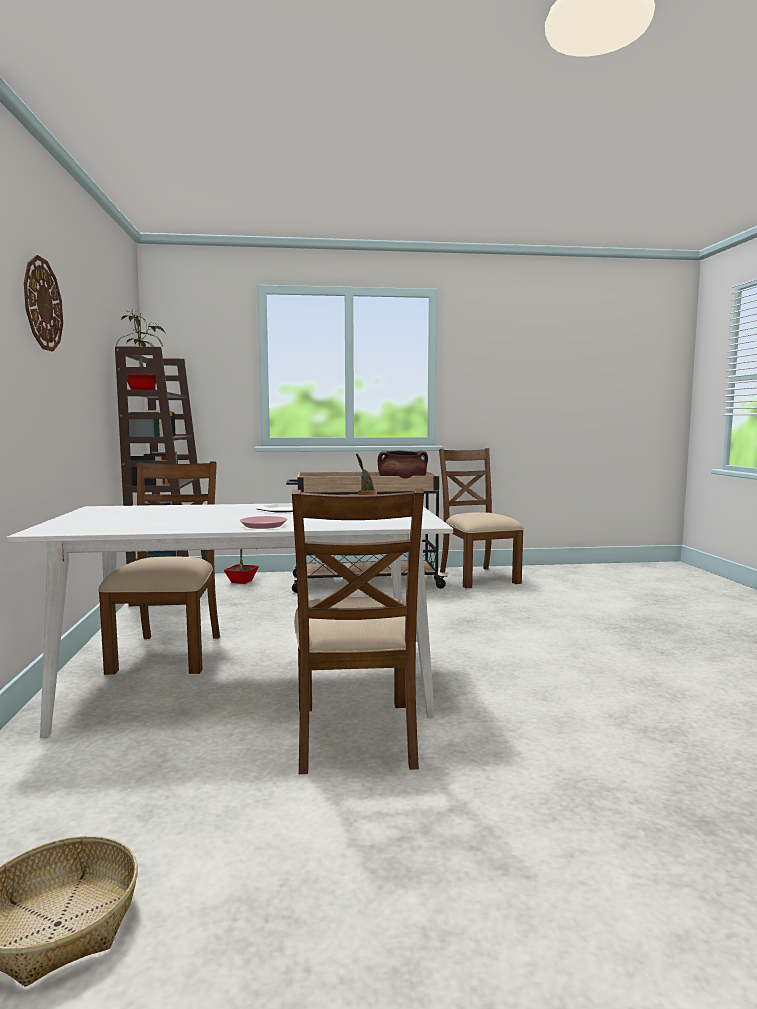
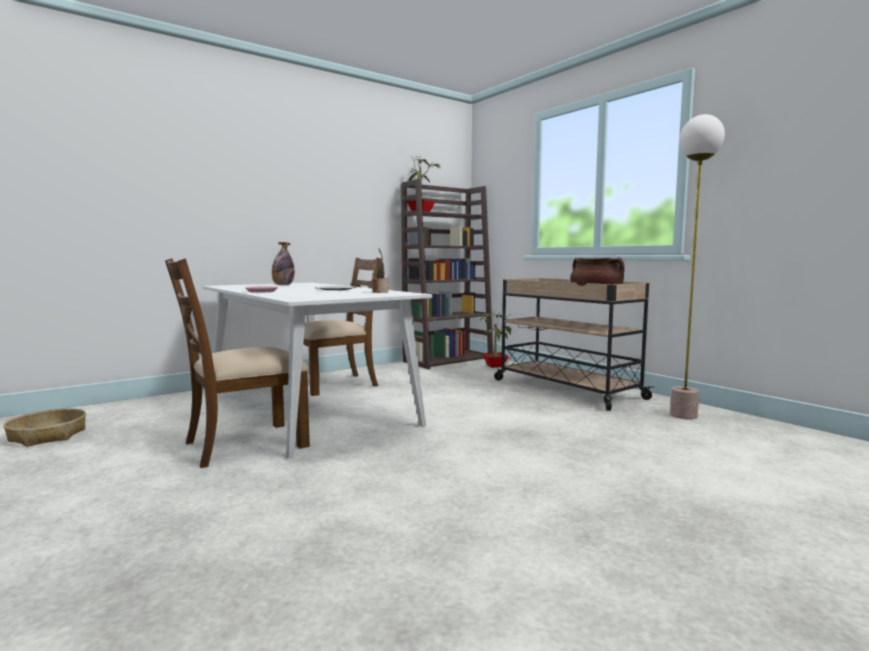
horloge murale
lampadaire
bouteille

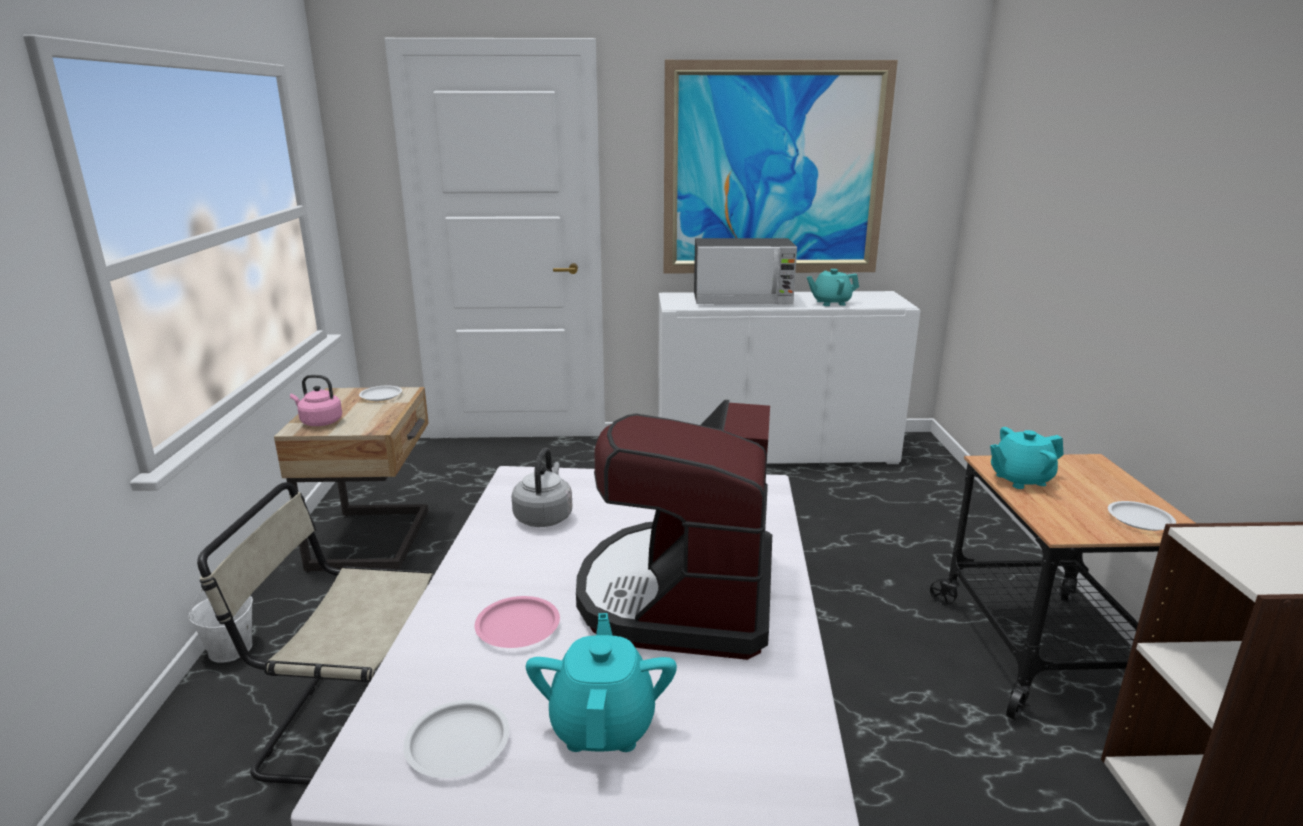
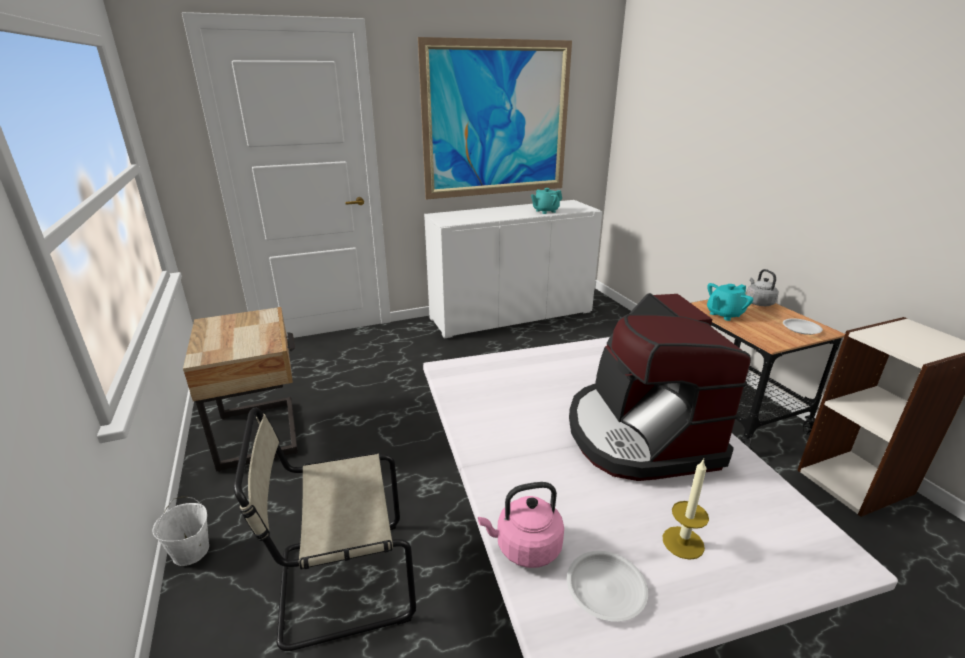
micro-ondes
bouilloire (rose)
assiette (blanc) (no. 1 from left in the first image)
bouilloire (gris)
assiette (rose)
bougie

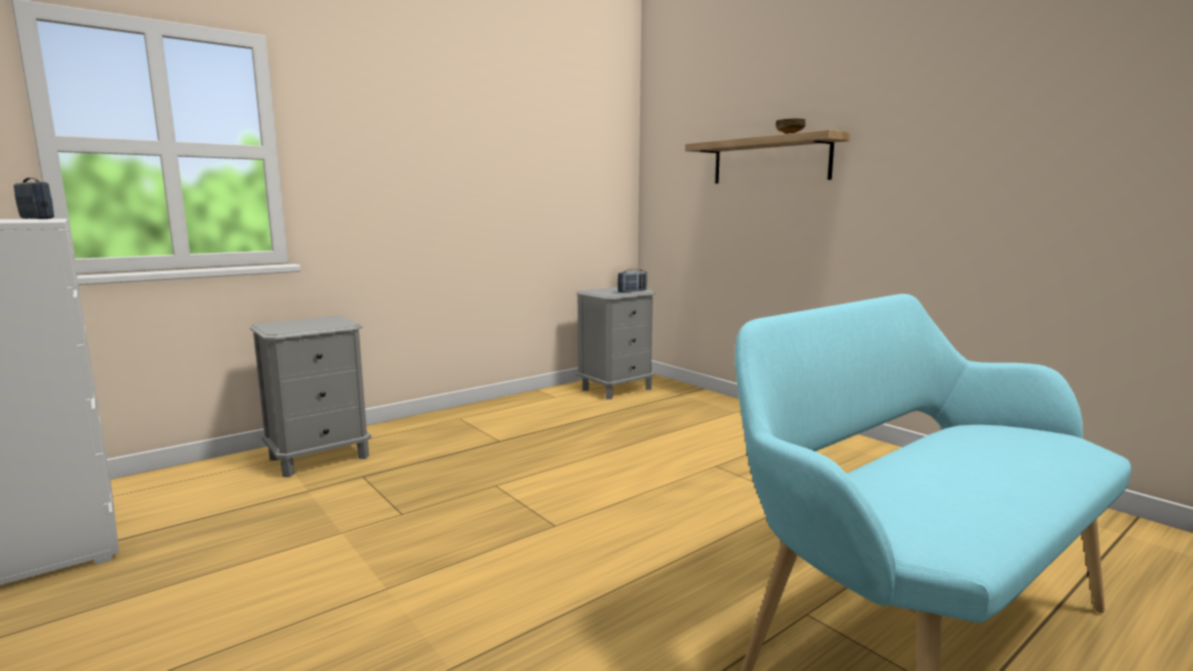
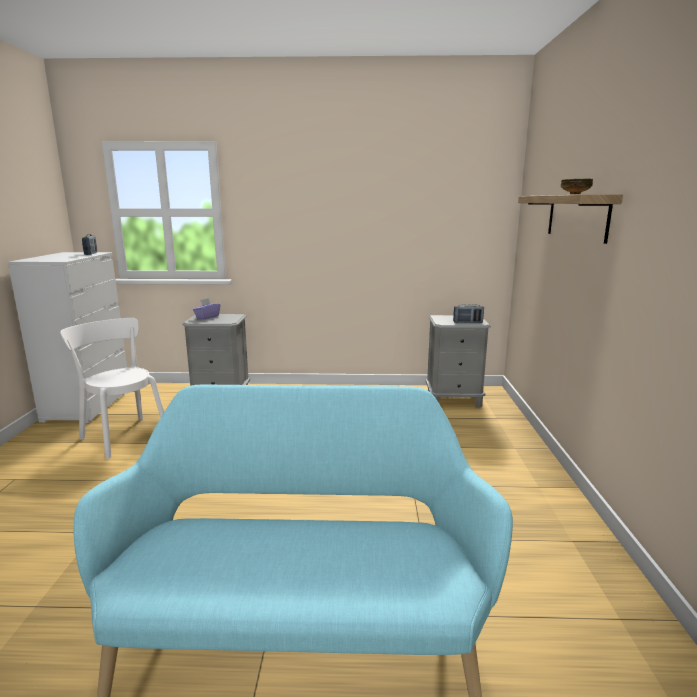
boîte à mouchoirs (violet)
chaise (blanc)

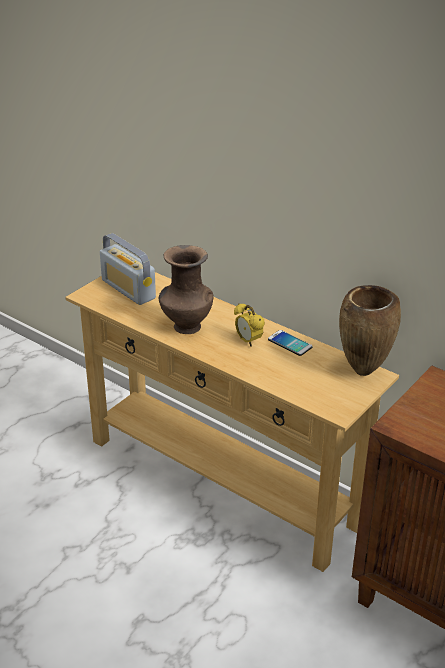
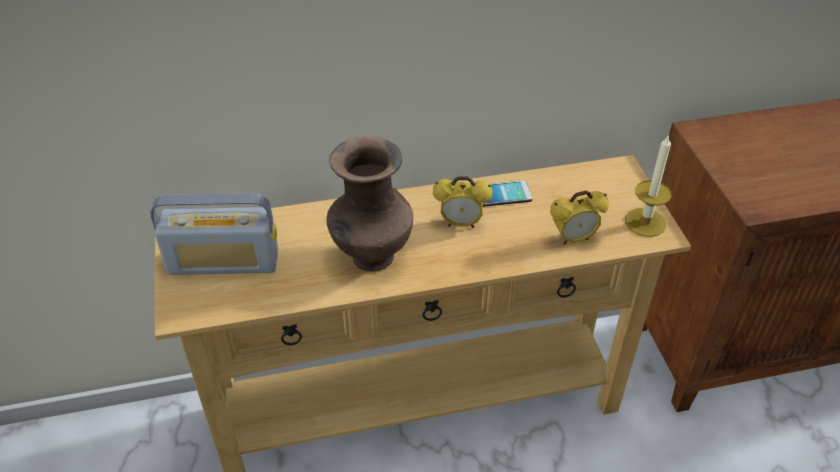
vase (marron) (no. 2 from left in the first image)
bougie
réveil (no. 2 from left)

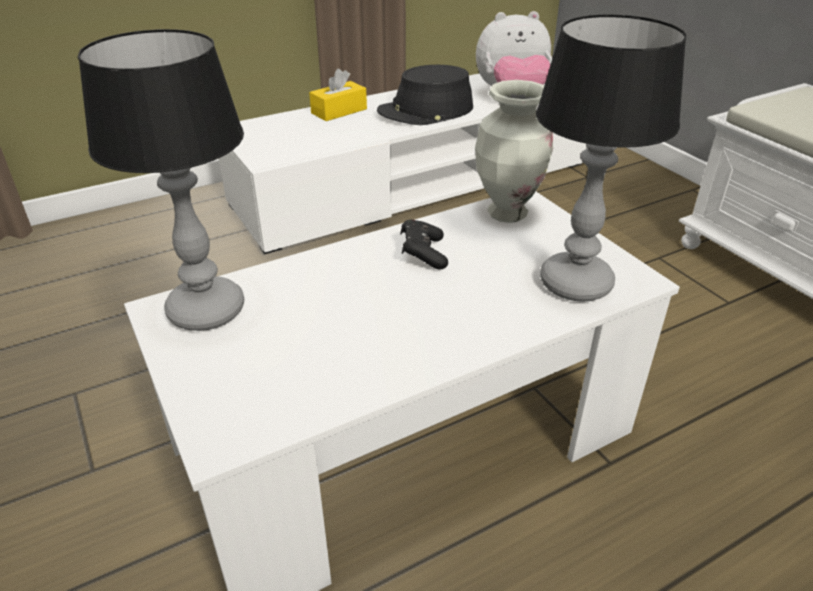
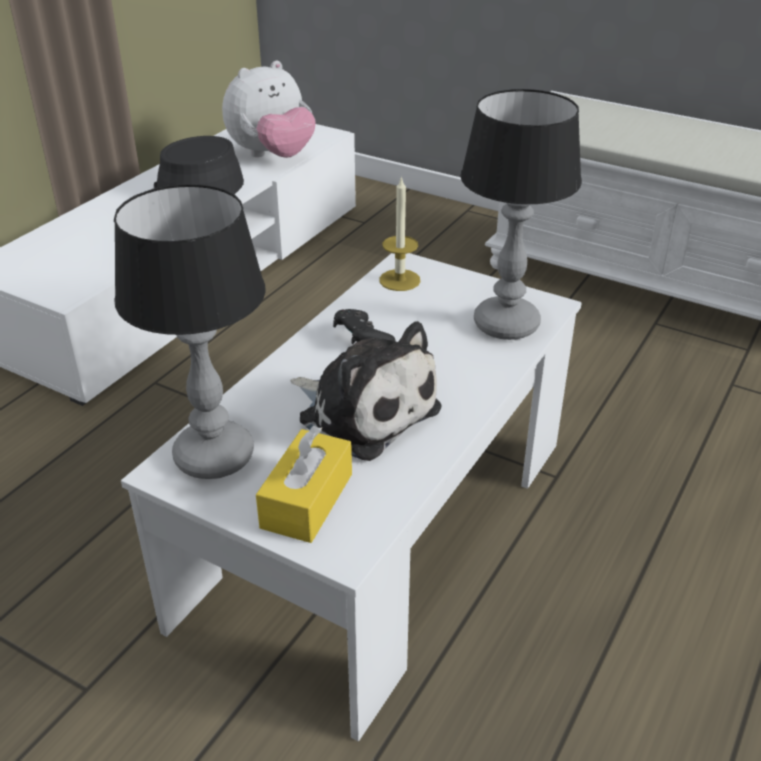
boîte à mouchoirs (jaune)
bougie
peluche (no. 2 from left)

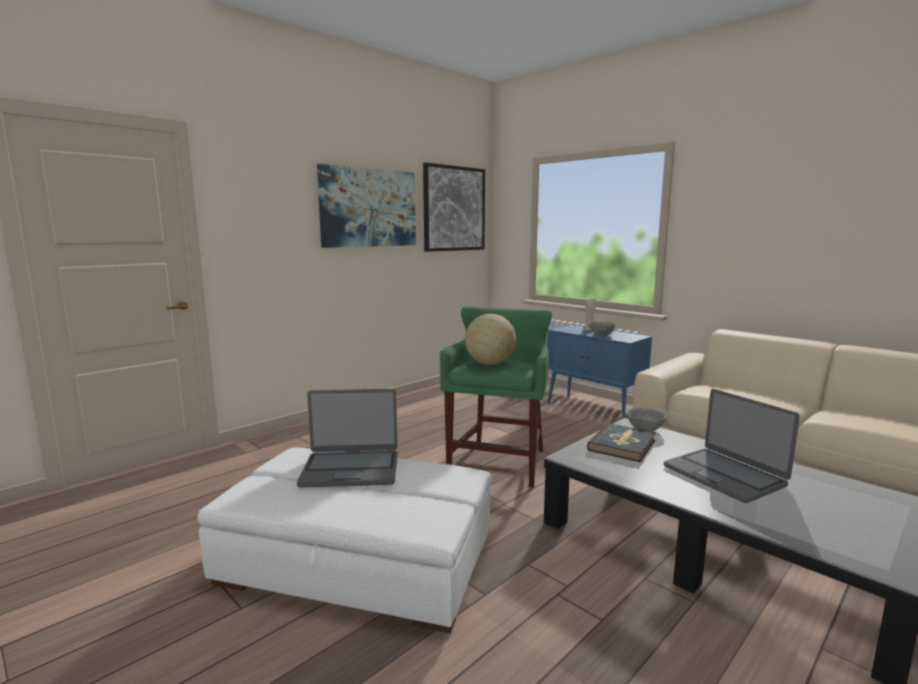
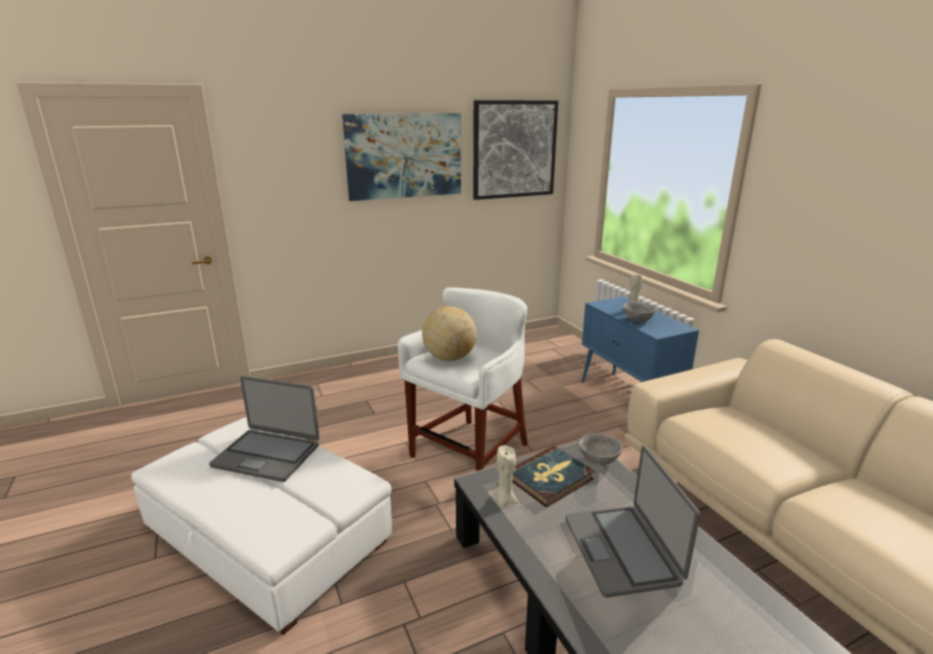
tabouret (blanc)
bougie (beige) (no. 1 from left)

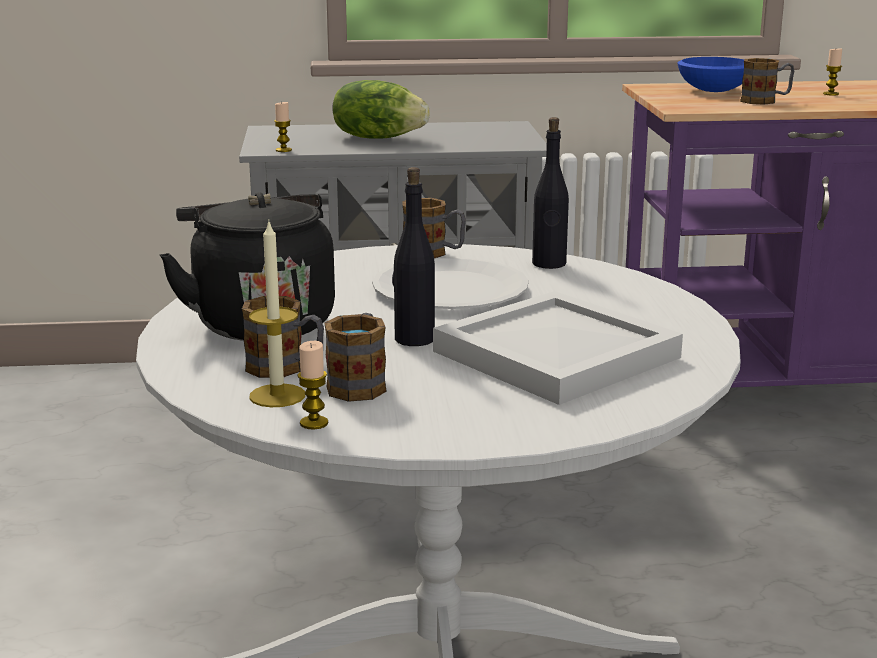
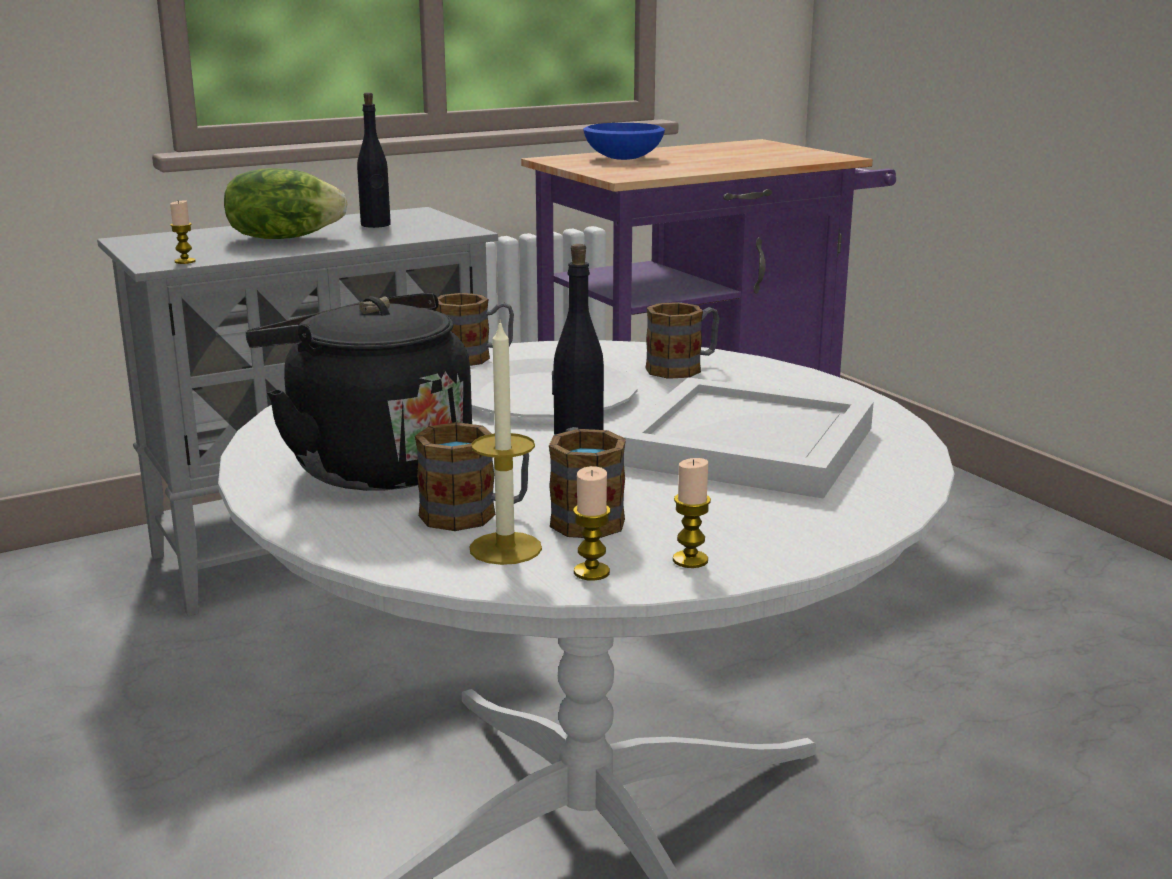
bougie (no. 4 from left)
mug (no. 4 from left)
bouteille (noir) (no. 1 from left)

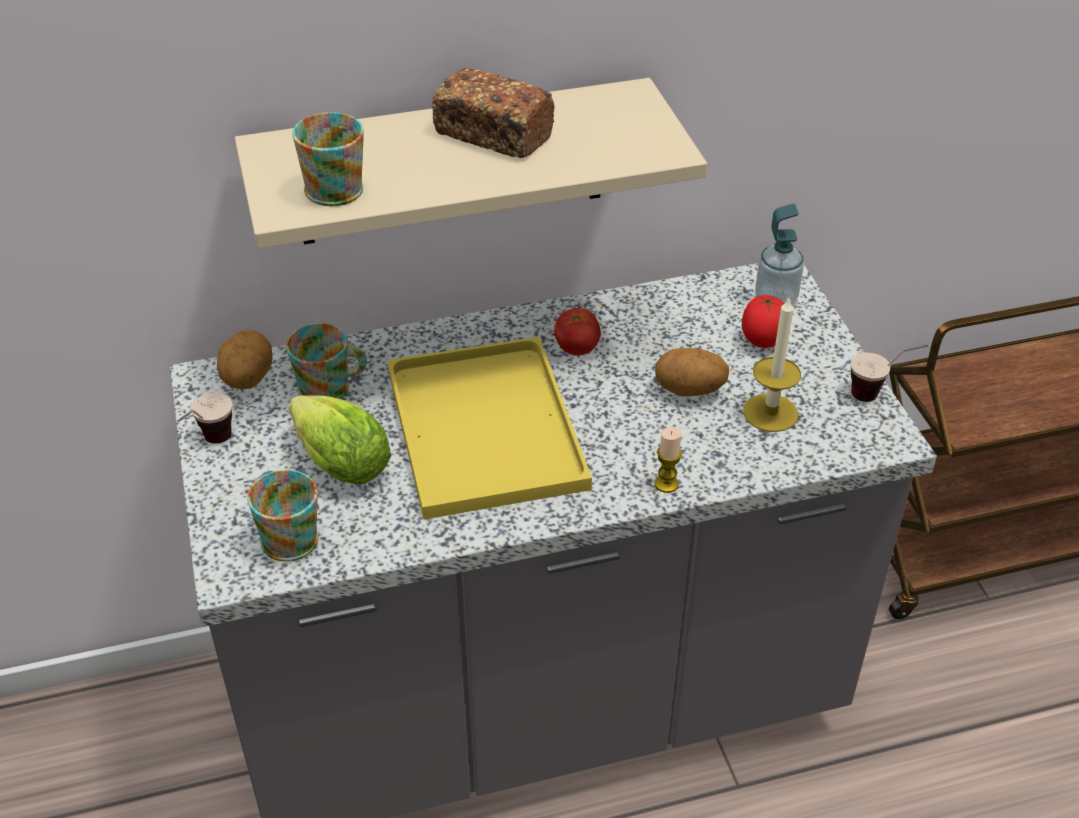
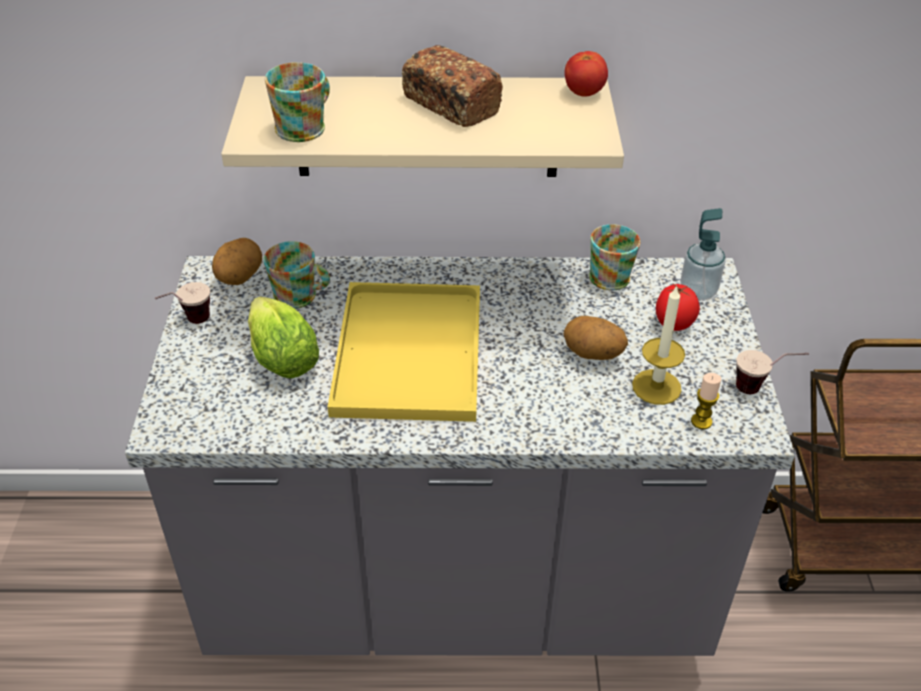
tomate (no. 1 from left)
bougie (no. 2 from left)
mug (no. 3 from left)

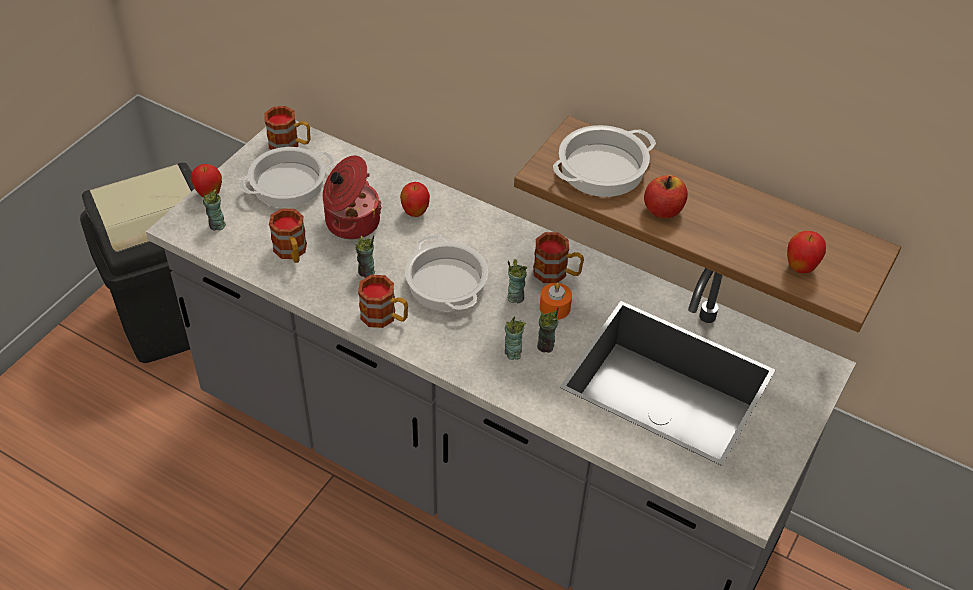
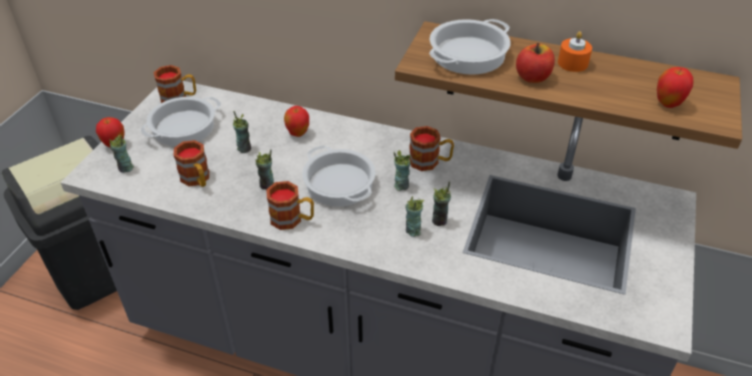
tasse (no. 2 from left)
bougie (orange)

